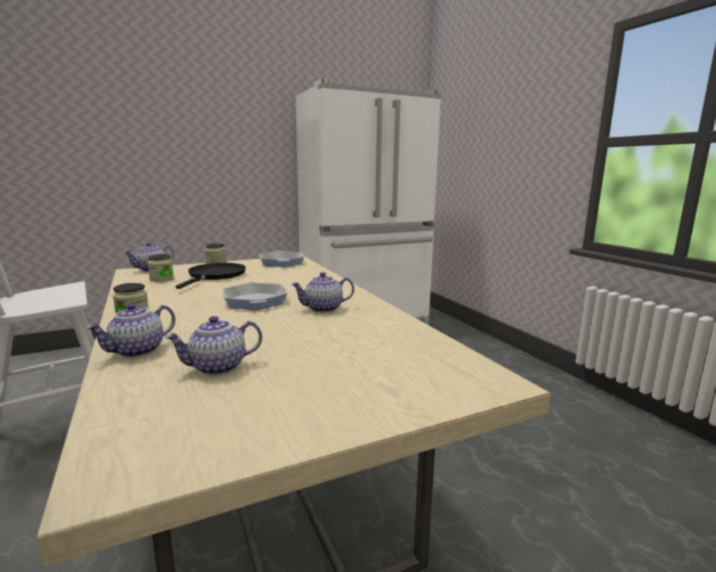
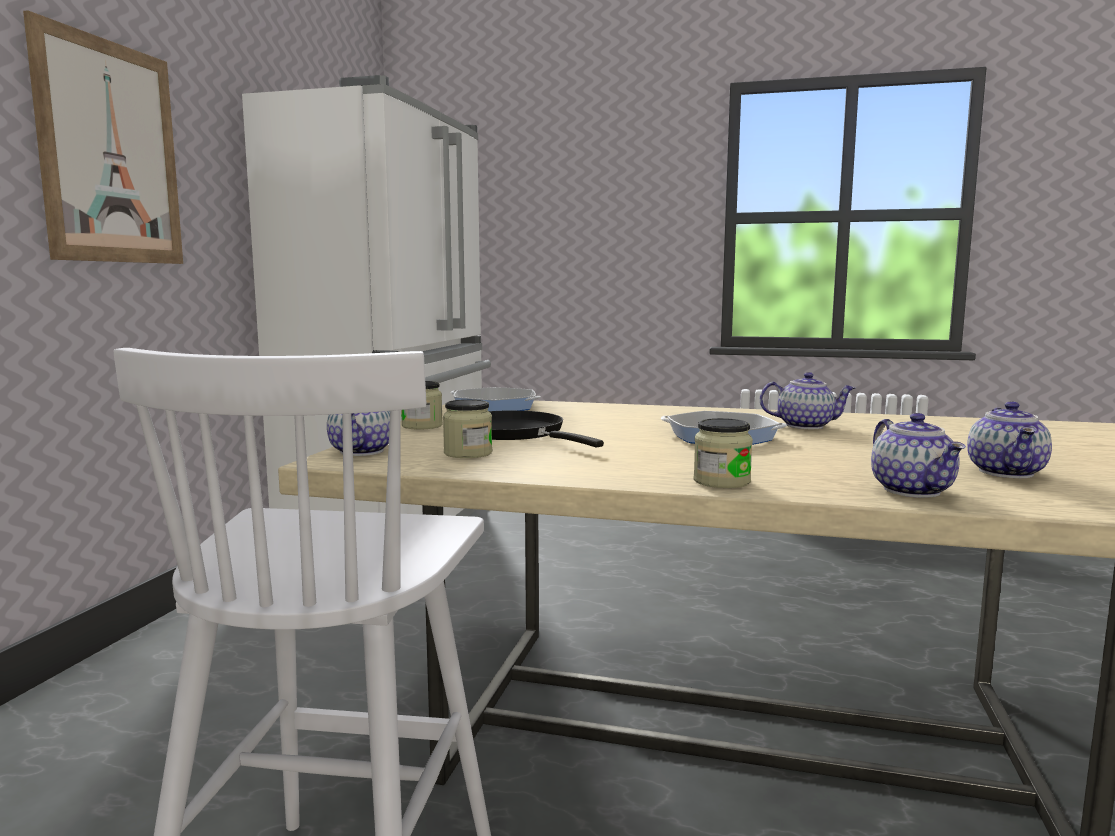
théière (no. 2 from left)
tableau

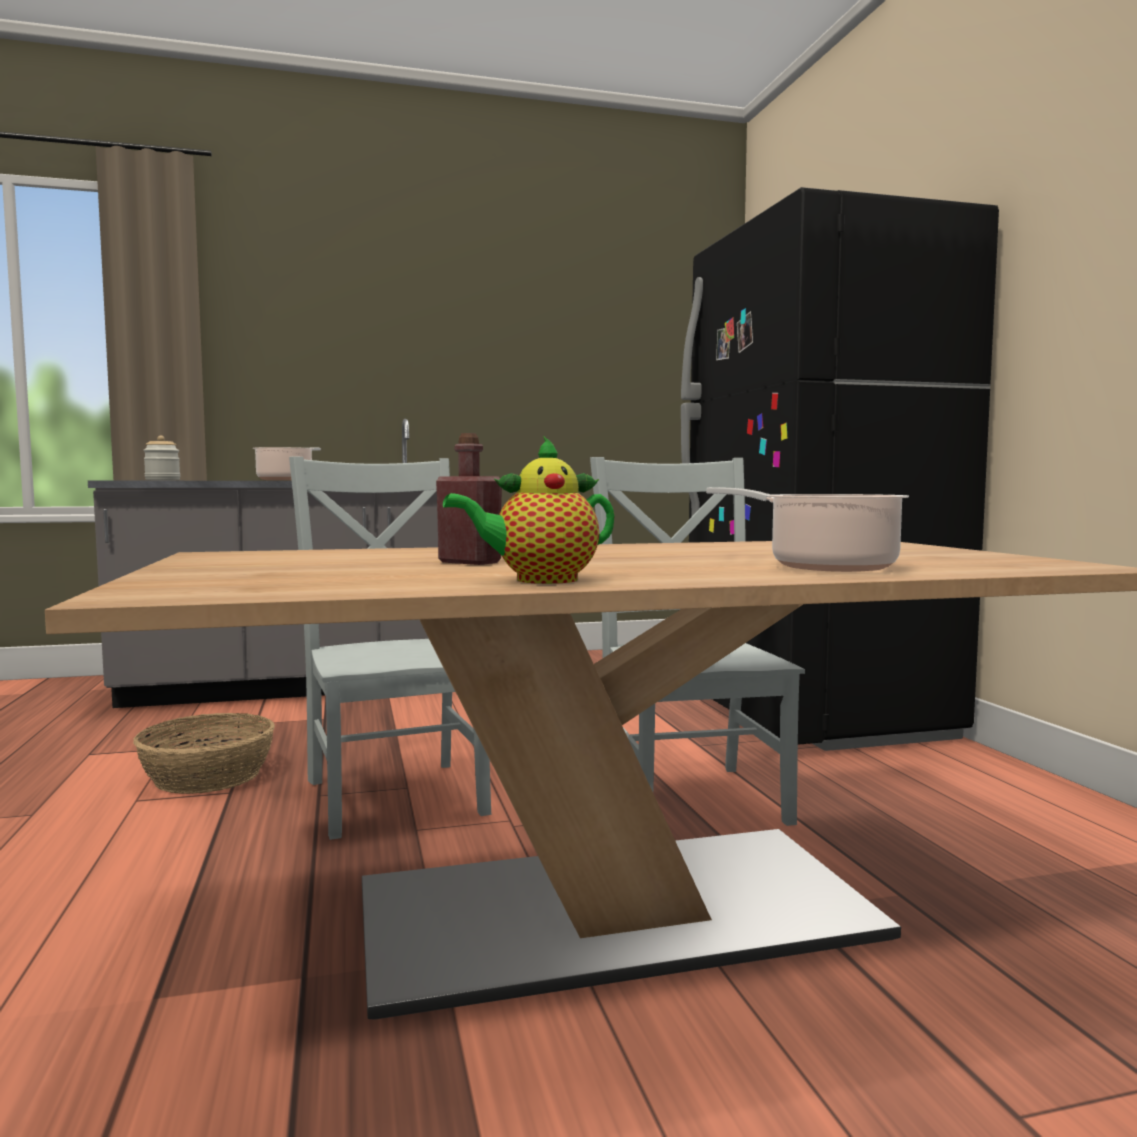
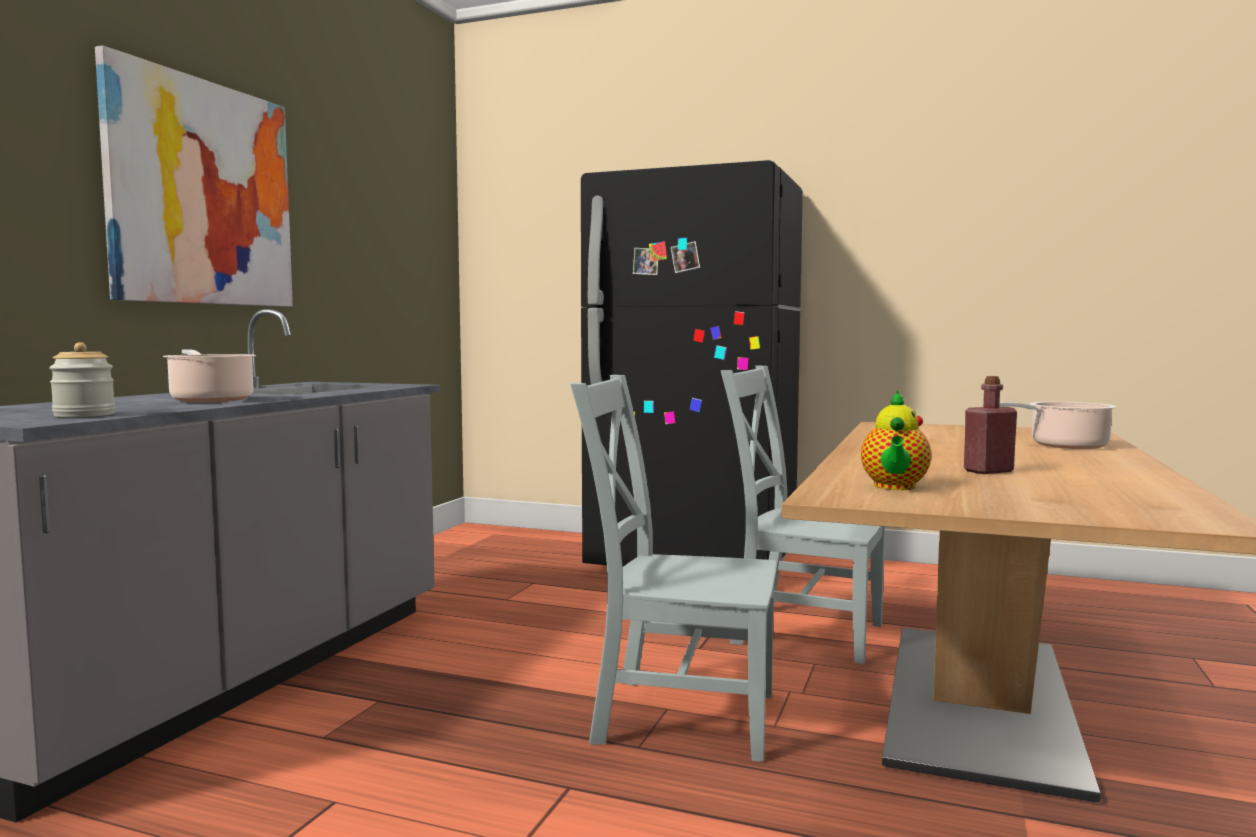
théière
panier
tableau

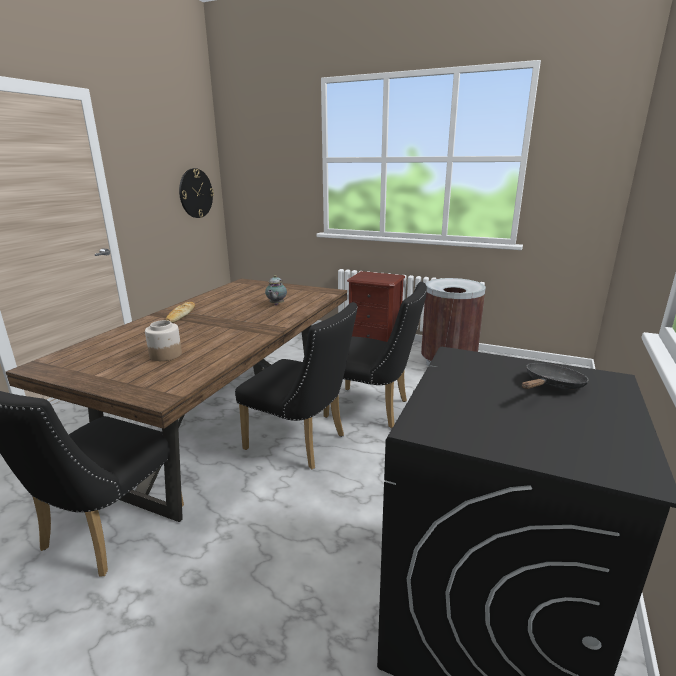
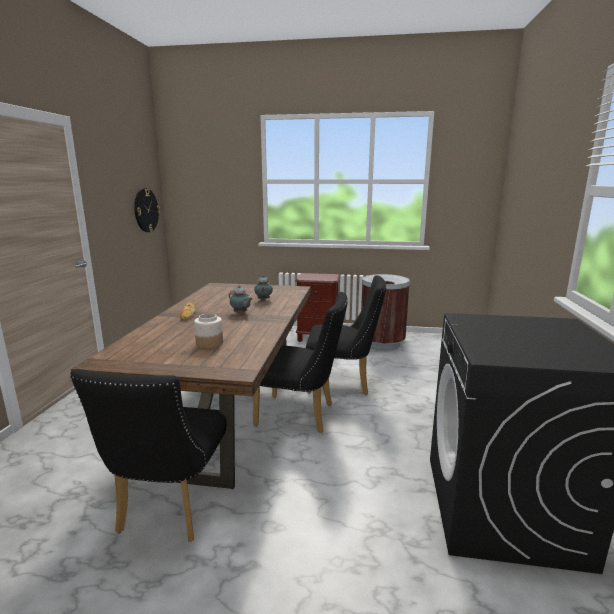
poêle (noir)
théière (no. 1 from left)

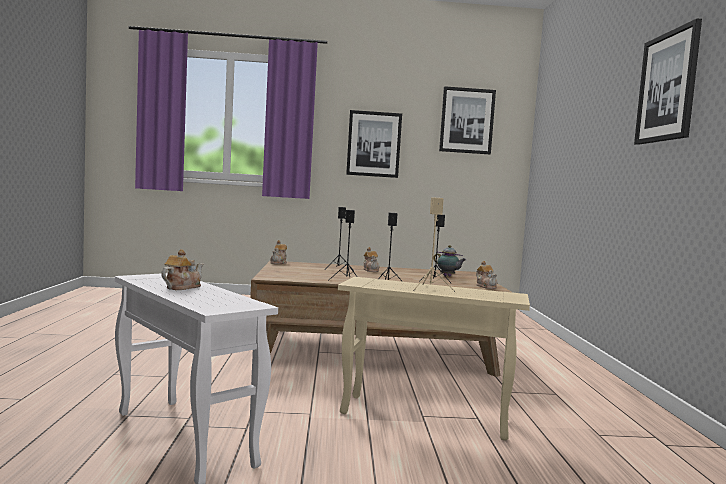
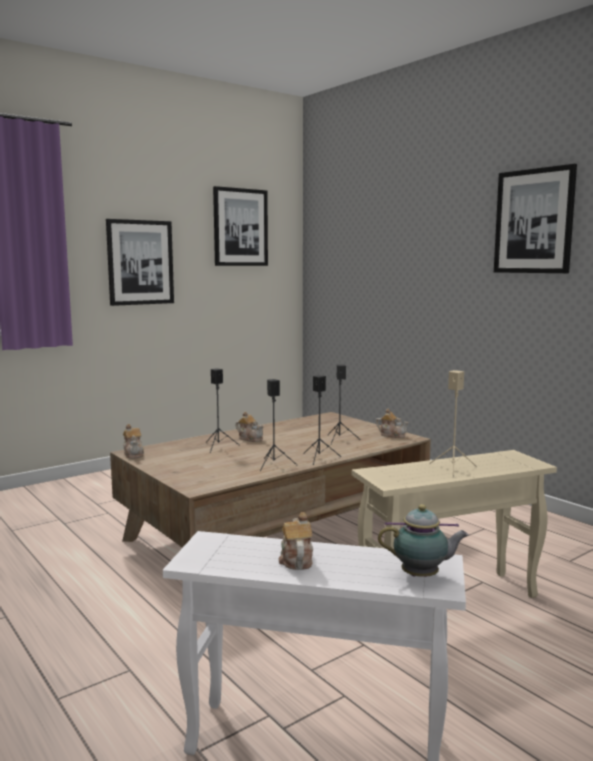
théière (no. 5 from left)

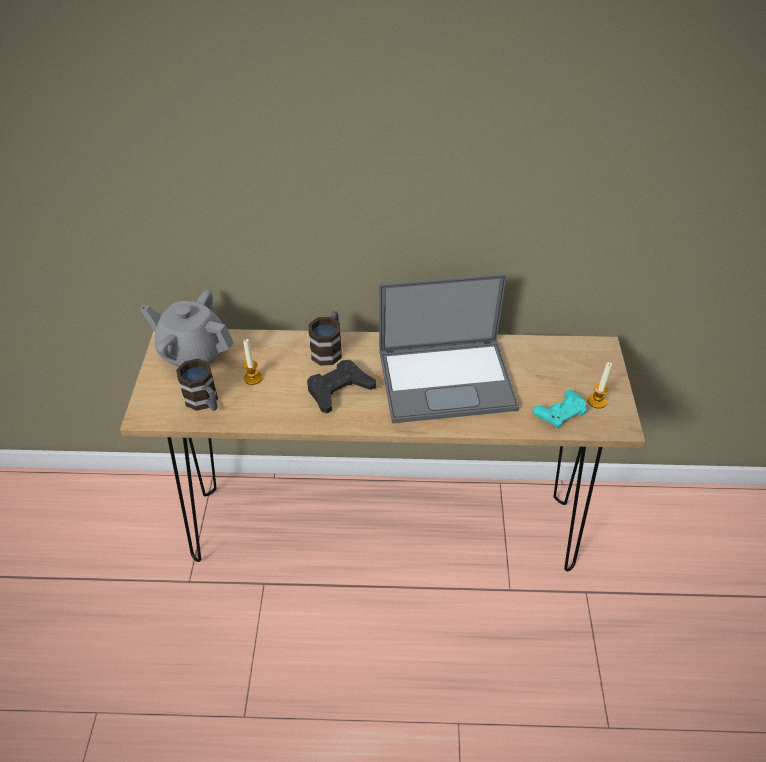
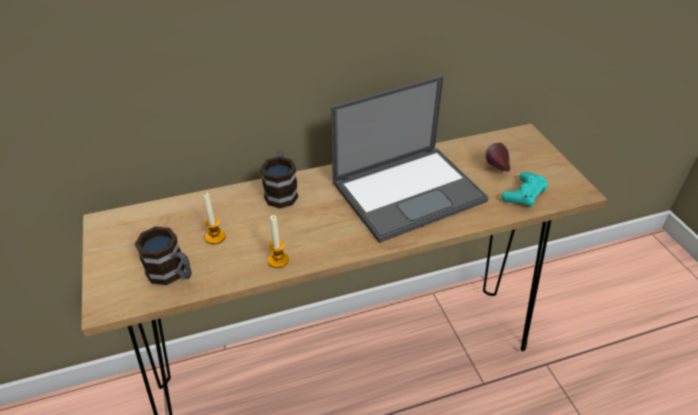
théière (gris)
manette (noir)
bougie (no. 2 from left)
pomme

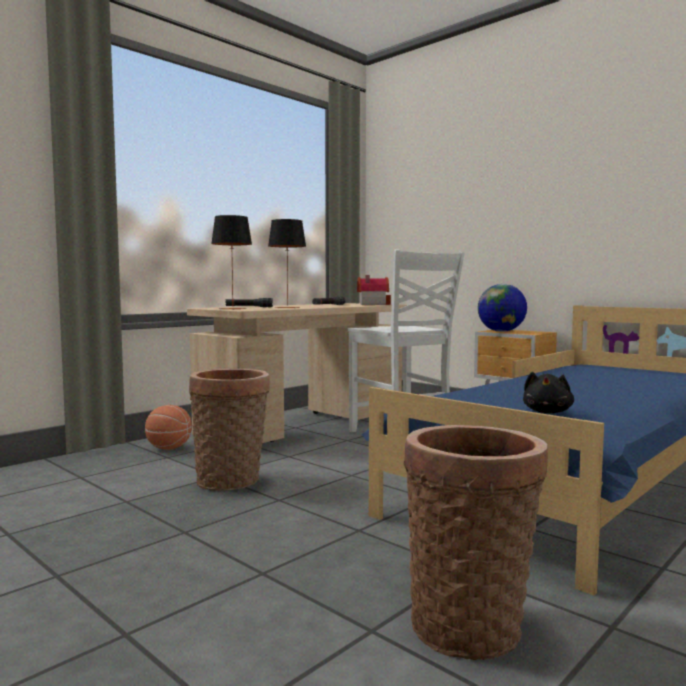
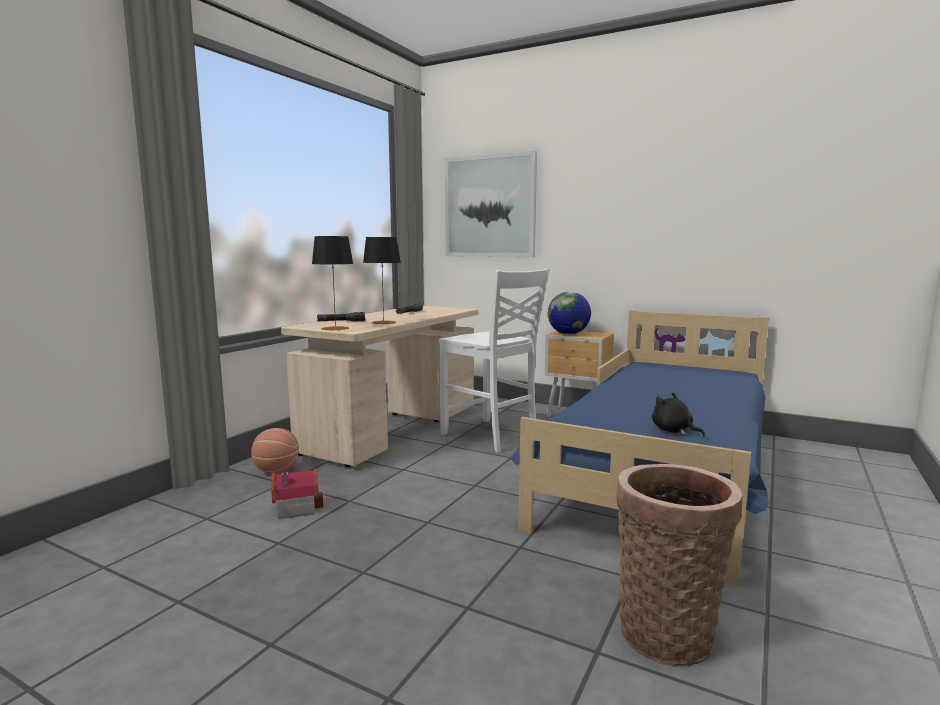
maison miniature
panier (no. 1 from left in the first image)
peluche (noir)
tableau

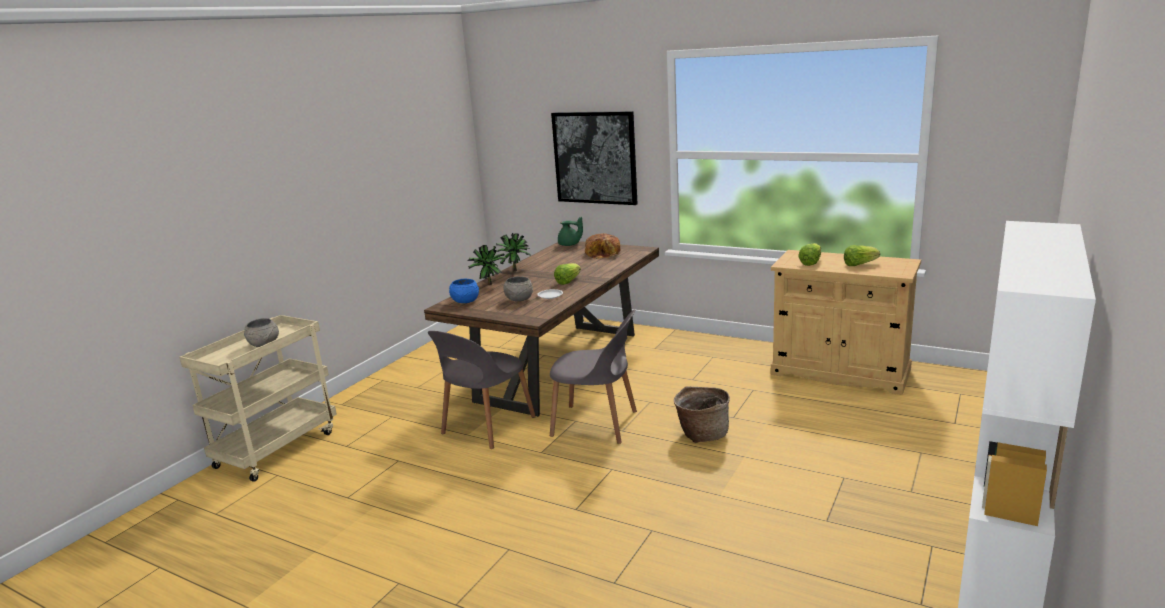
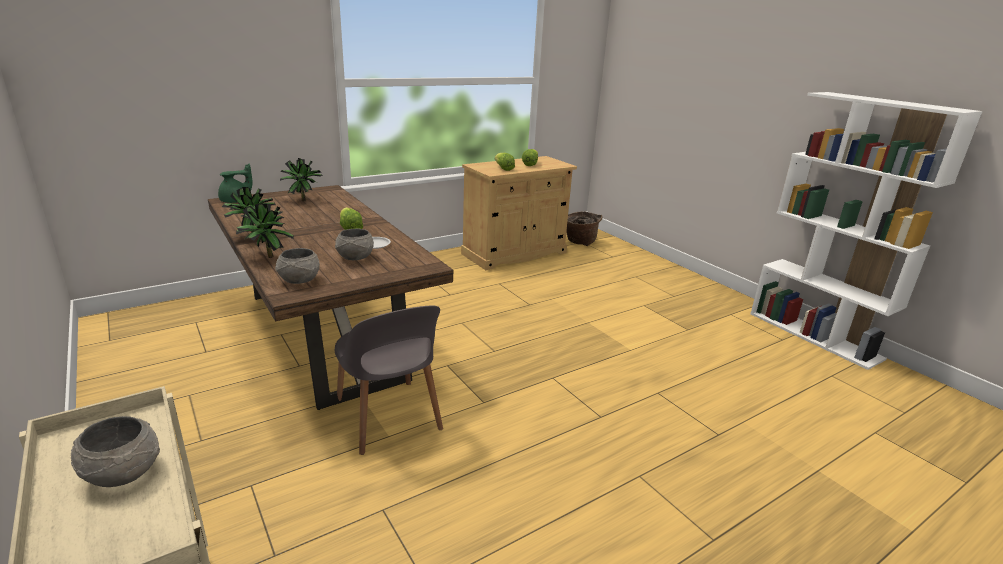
tableau
plante en pot (no. 3 from left)
bol (gris) (no. 2 from left)
chaise (gris) (no. 2 from left in the first image)
panier

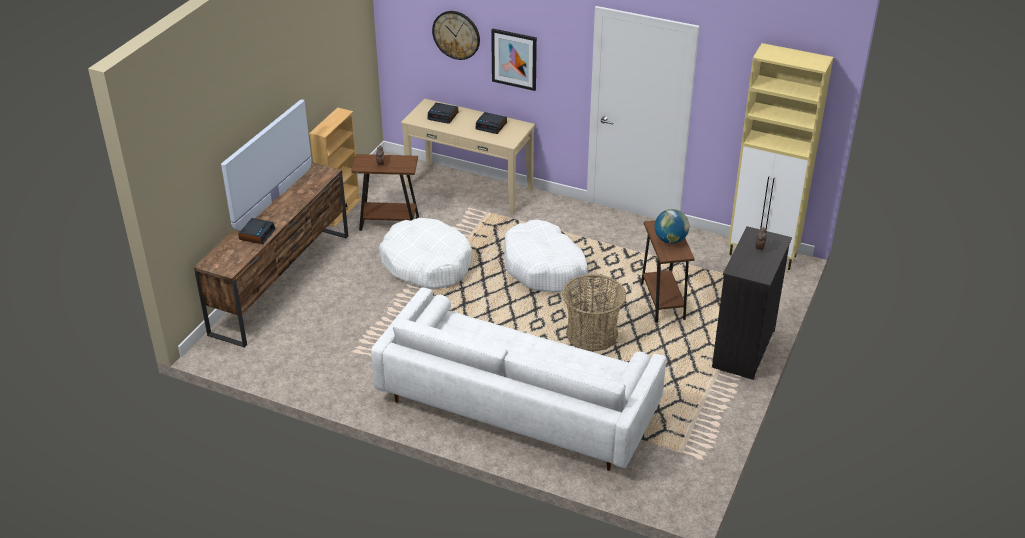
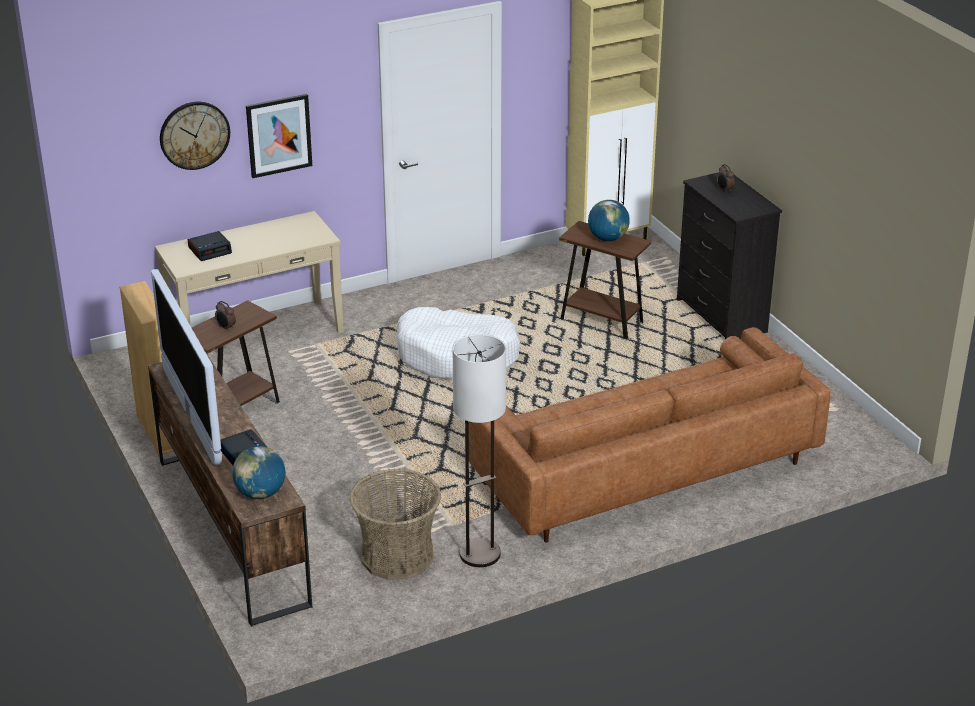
réveil (no. 4 from left in the first image)
panier pour chien (blanc) (no. 1 from left in the first image)
panier
canapé (marron)
lampadaire
globe (no. 1 from left)

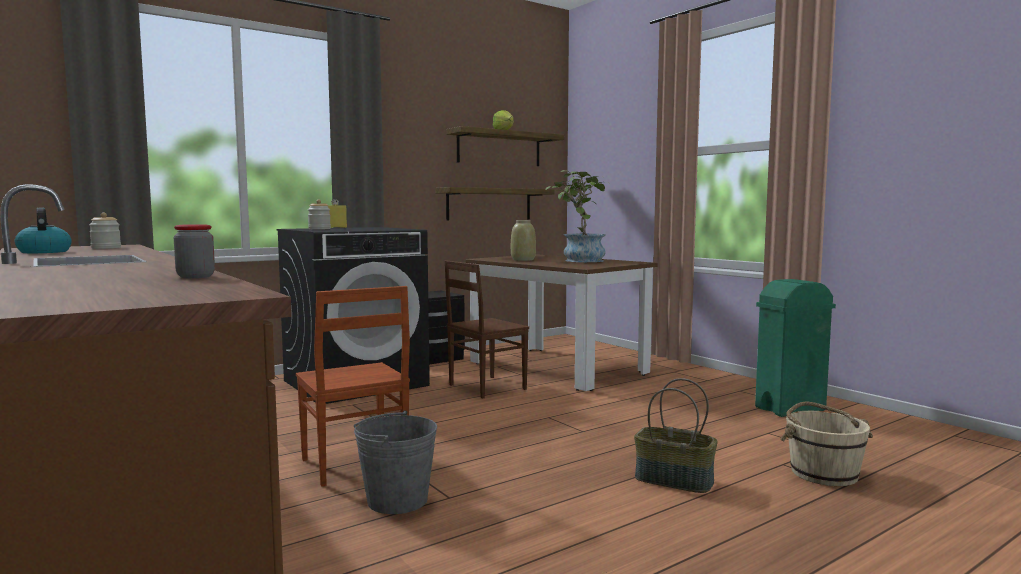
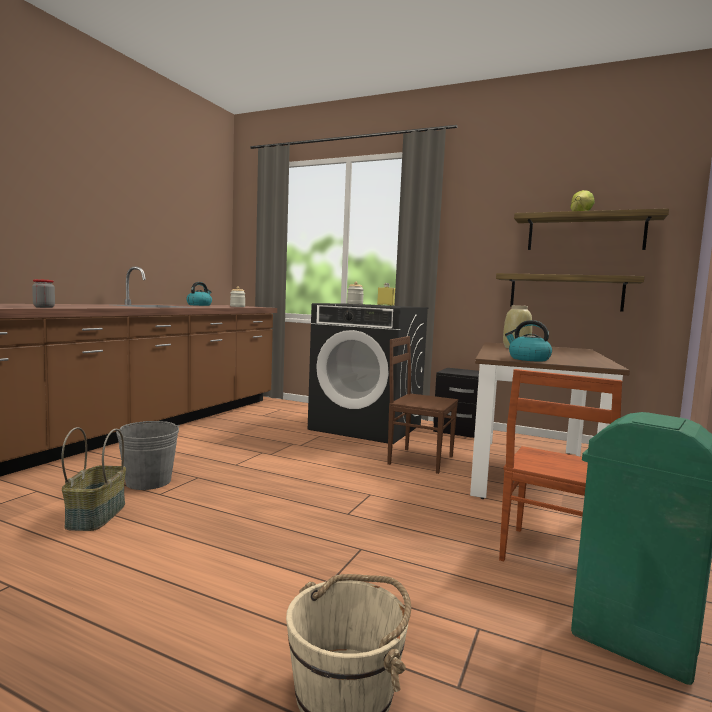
plante en pot
chaise (marron) (no. 2 from left)
panier
bouilloire (no. 2 from left)

